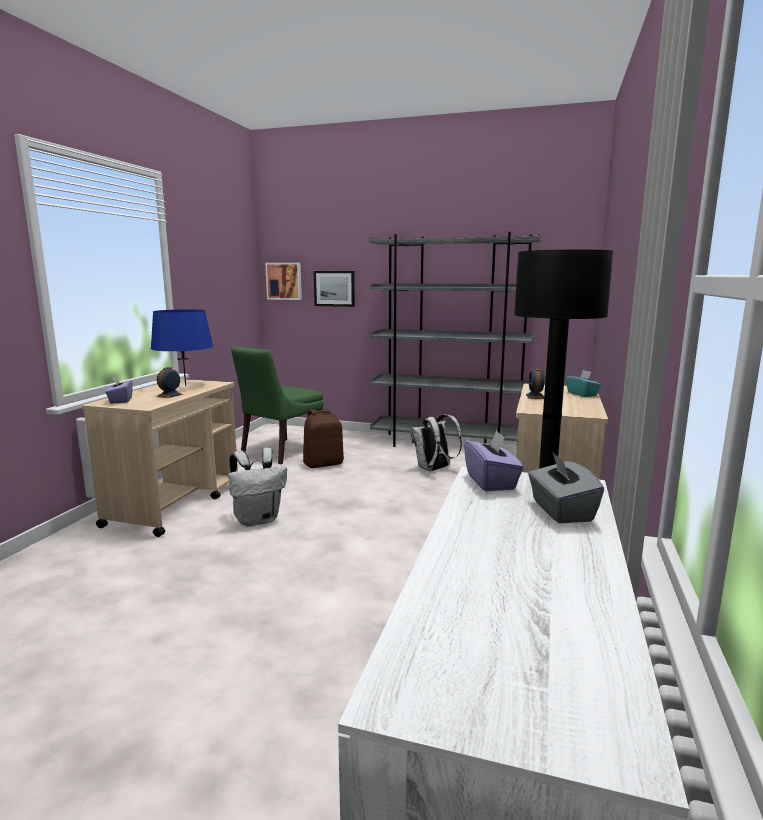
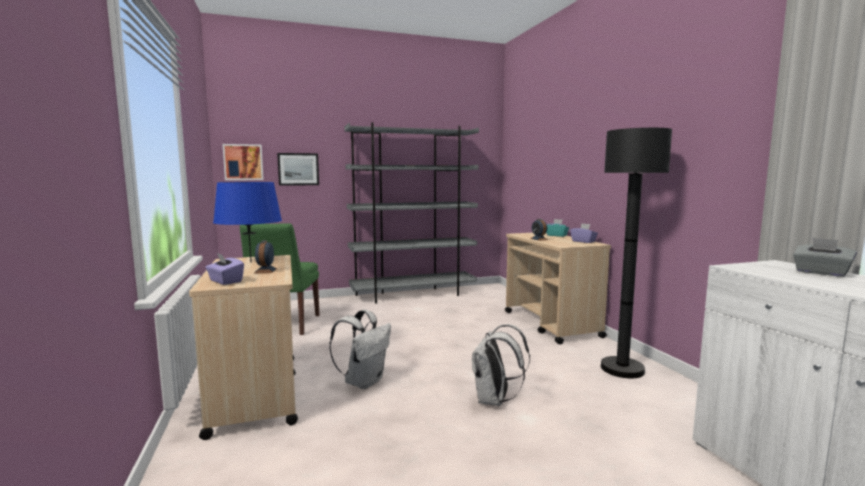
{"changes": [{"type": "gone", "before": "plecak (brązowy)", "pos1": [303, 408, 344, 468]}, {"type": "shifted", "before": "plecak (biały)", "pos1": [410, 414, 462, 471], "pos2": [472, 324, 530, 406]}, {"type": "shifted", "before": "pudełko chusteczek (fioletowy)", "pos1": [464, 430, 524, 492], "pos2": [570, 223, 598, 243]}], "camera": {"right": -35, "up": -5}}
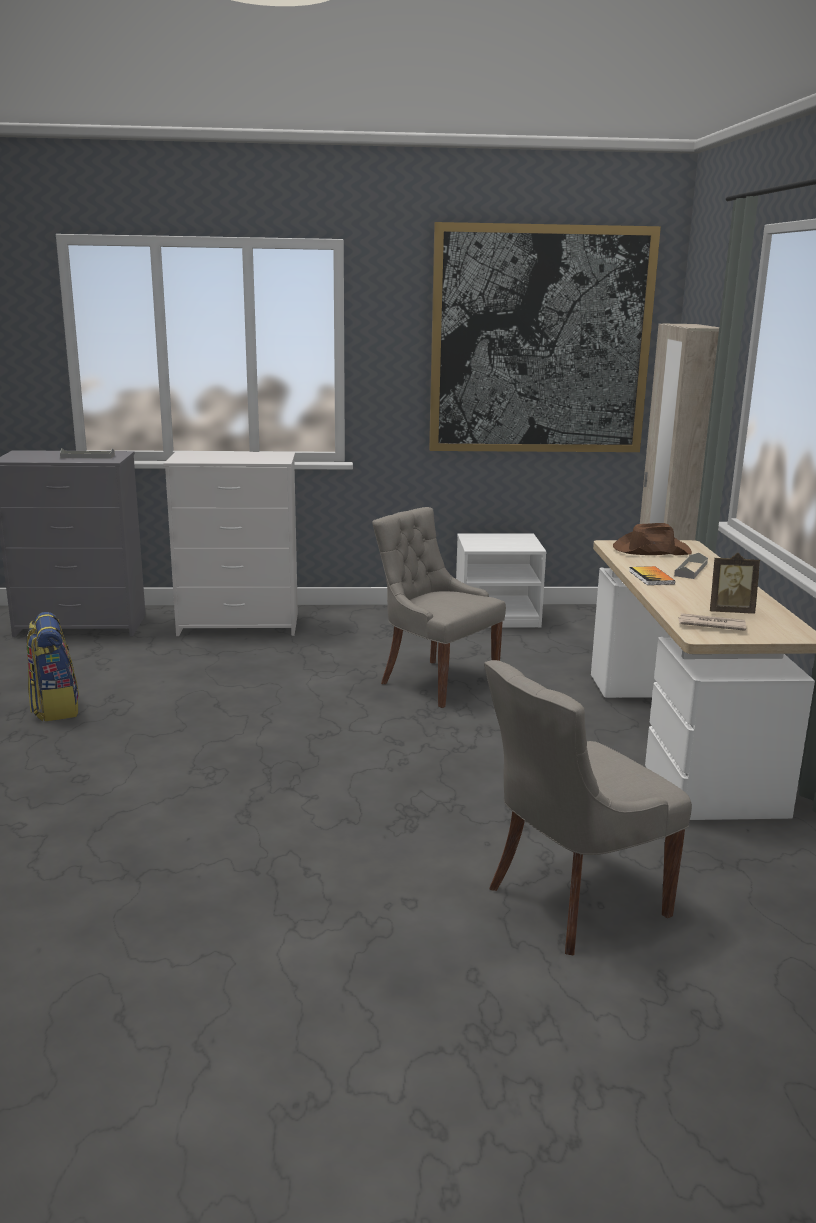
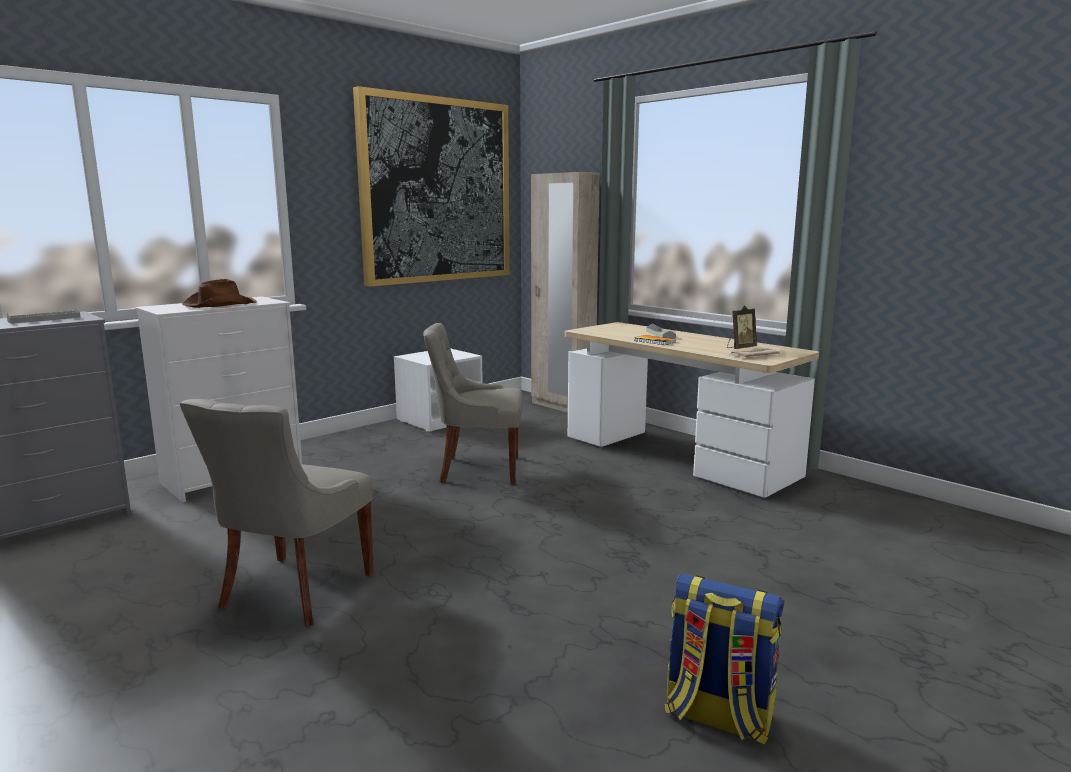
{"changes": [{"type": "shifted", "before": "kapelusz (brązowy)", "pos1": [613, 523, 692, 555], "pos2": [182, 279, 257, 308]}, {"type": "shifted", "before": "plecak", "pos1": [27, 612, 79, 721], "pos2": [665, 574, 784, 745]}, {"type": "shifted", "before": "krzesło (szary)", "pos1": [484, 660, 692, 955], "pos2": [180, 399, 374, 626]}], "camera": {"right": -40, "up": -5}}
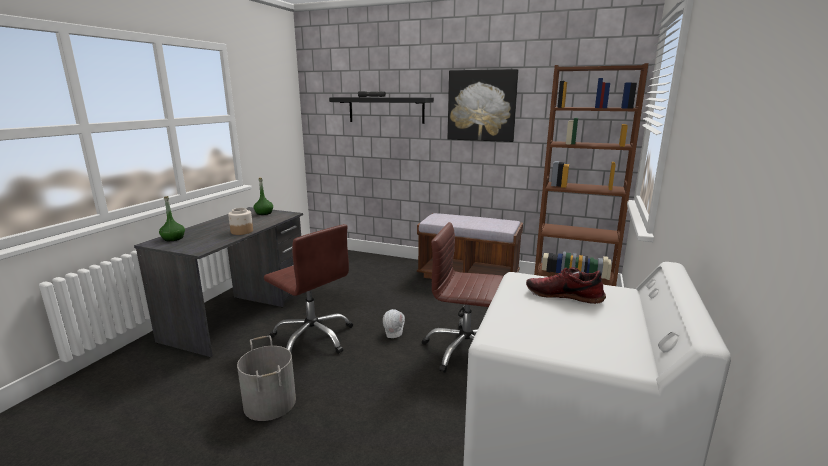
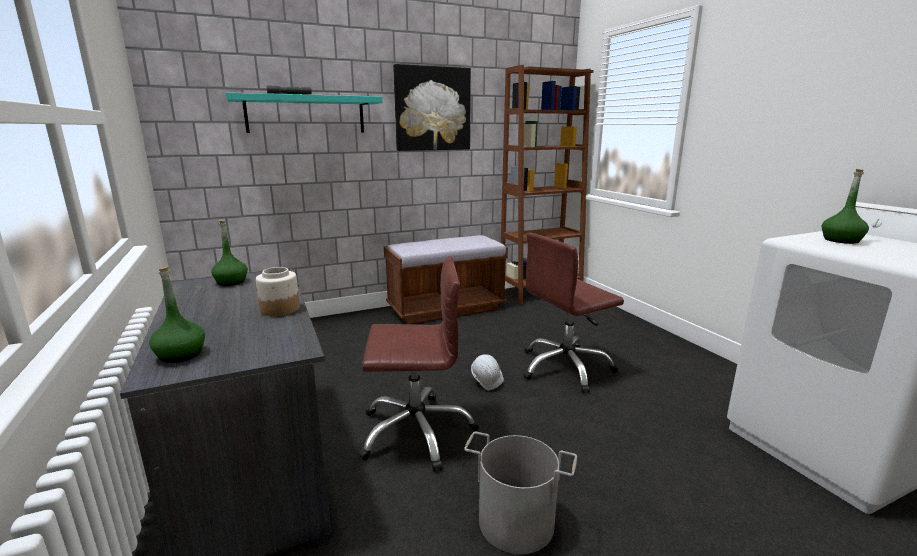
{"changes": [{"type": "repainted", "before": "półka (czarny)", "after": "półka (turkusowy)", "pos1": [329, 97, 434, 124], "pos2": [226, 92, 383, 133]}, {"type": "swapped", "before": "but", "after": "butelka (zielony)", "pos1": [526, 267, 606, 304], "pos2": [822, 169, 869, 244]}], "camera": {"right": -45, "up": 0}}
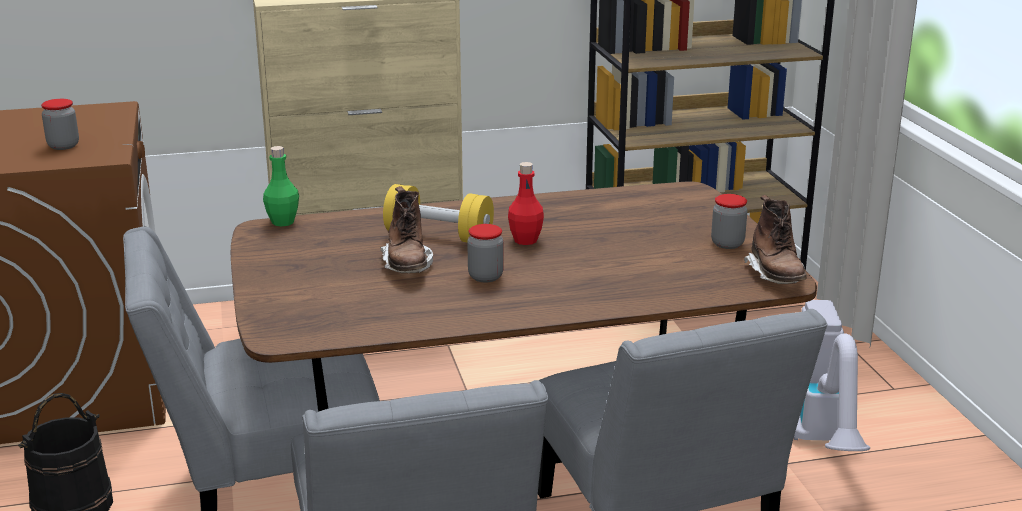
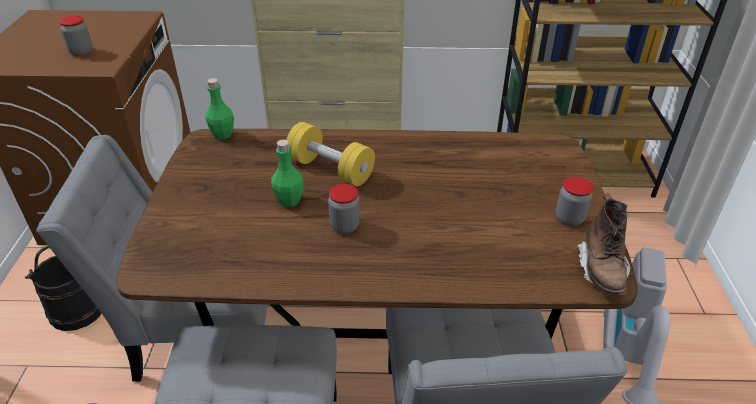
{"changes": [{"type": "gone", "before": "butelka (czerwony)", "pos1": [508, 162, 544, 245]}, {"type": "swapped", "before": "but z cholewką (brązowy)", "after": "butelka (zielony)", "pos1": [380, 186, 433, 273], "pos2": [271, 140, 304, 207]}], "camera": {"right": 15, "up": 15}}
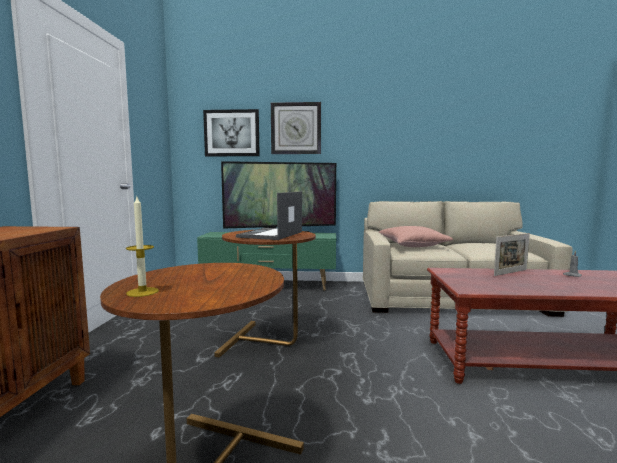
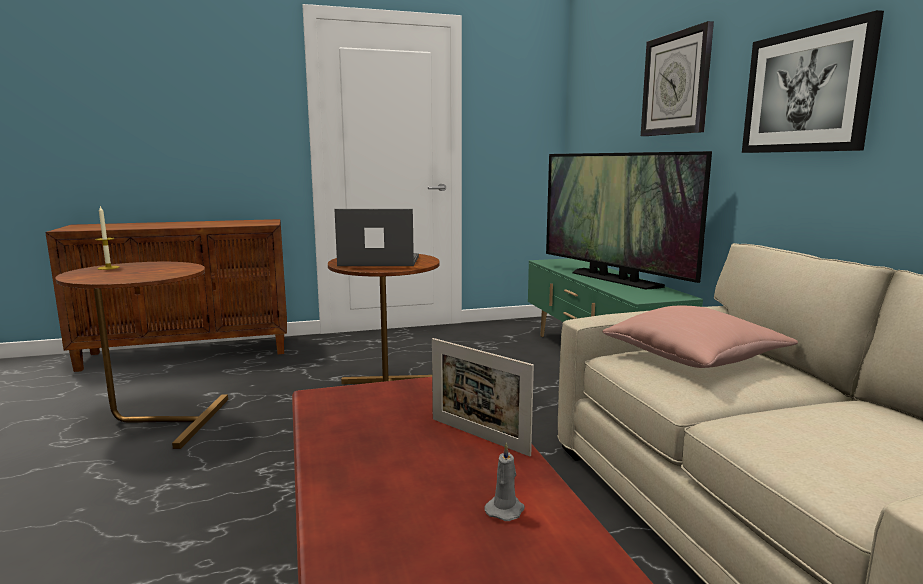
{"changes": [{"type": "shifted", "before": "obraz", "pos1": [203, 109, 260, 156], "pos2": [742, 10, 884, 153]}], "camera": {"right": 70, "up": 5}}
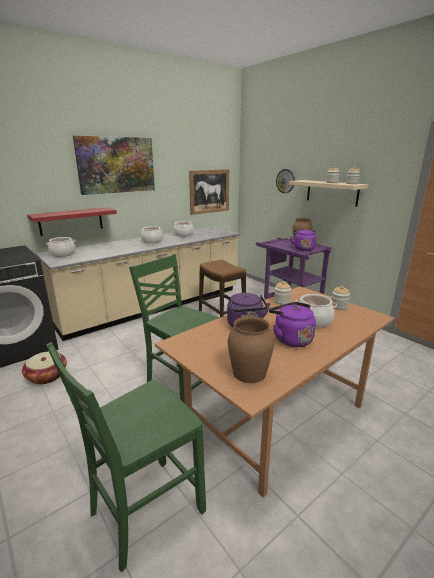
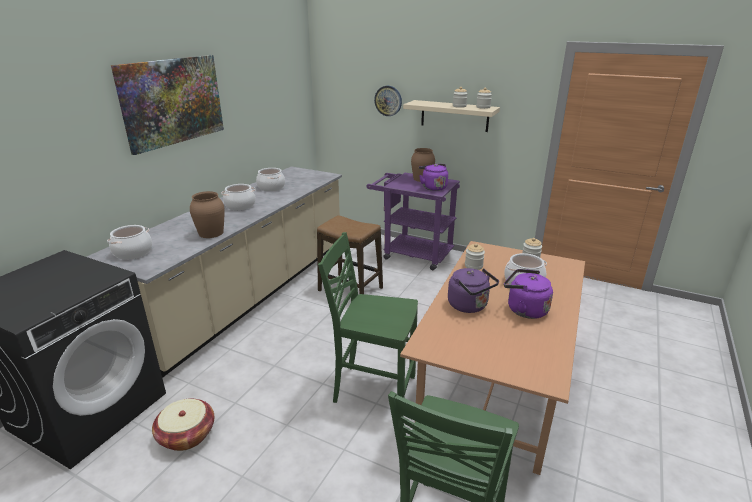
{"changes": [{"type": "gone", "before": "obraz", "pos1": [189, 169, 229, 215]}, {"type": "gone", "before": "półka (czerwony)", "pos1": [27, 207, 117, 236]}, {"type": "shifted", "before": "wazon (brązowy)", "pos1": [228, 316, 274, 383], "pos2": [190, 191, 224, 238]}], "camera": {"right": -25, "up": 5}}
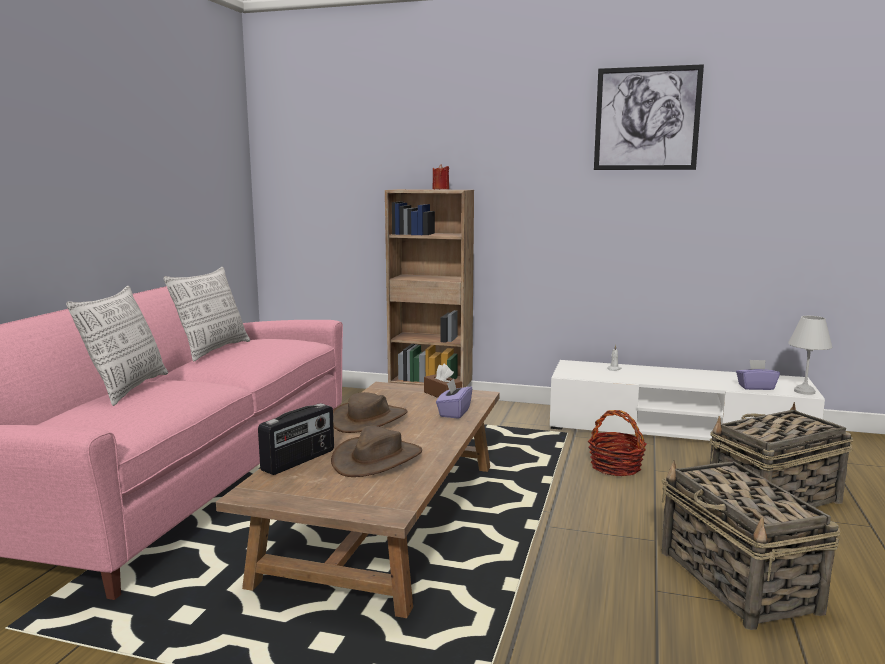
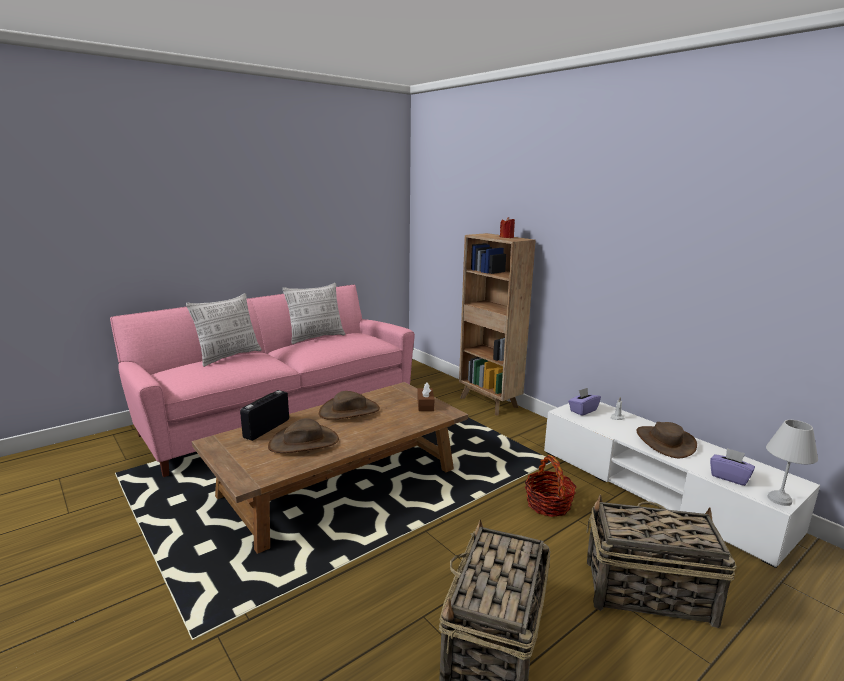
{"changes": [{"type": "gone", "before": "obraz", "pos1": [594, 64, 704, 170]}, {"type": "shifted", "before": "pudełko chusteczek (fioletowy)", "pos1": [436, 378, 472, 419], "pos2": [568, 388, 601, 416]}, {"type": "rotated", "before": "radio", "pos1": [258, 403, 334, 475], "pos2": [240, 390, 289, 441], "turn": 135}, {"type": "new", "after": "kapelusz (brązowy)", "pos2": [636, 422, 697, 458]}], "camera": {"right": 35, "up": 5}}
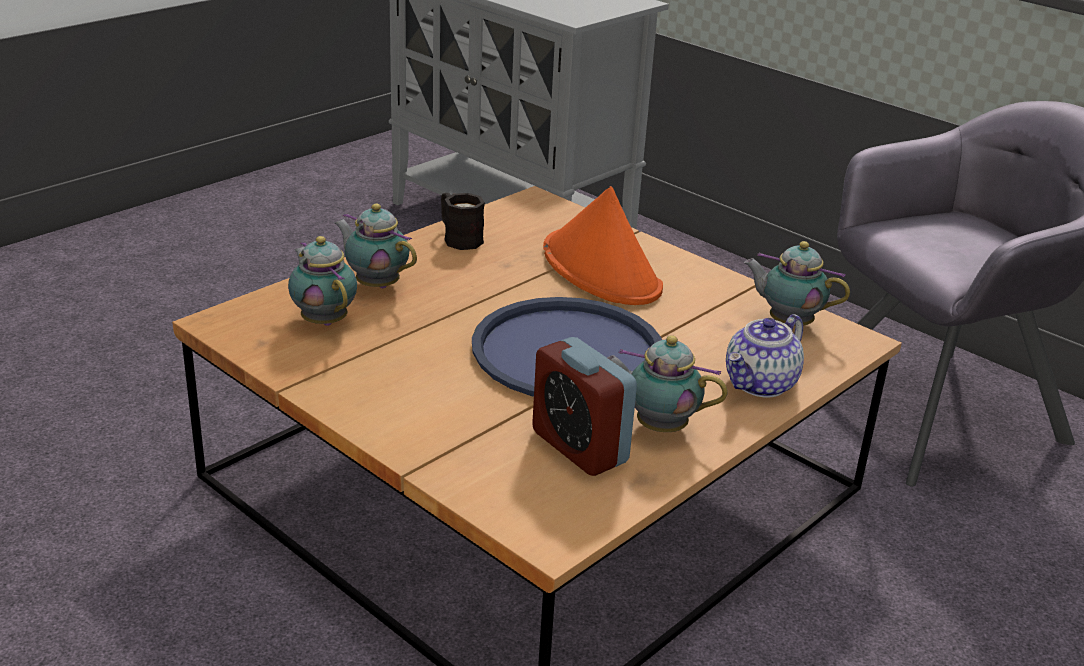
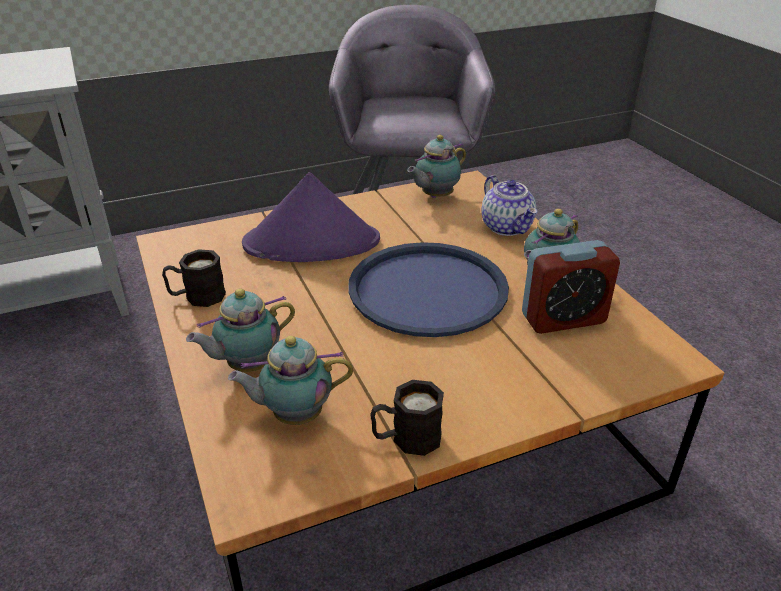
{"changes": [{"type": "repainted", "before": "kapelusz (pomarańczowy)", "after": "kapelusz (fioletowy)", "pos1": [543, 186, 663, 305], "pos2": [242, 172, 380, 262]}, {"type": "new", "after": "kubek (czarny)", "pos2": [371, 380, 444, 456]}], "camera": {"right": -65, "up": 5}}
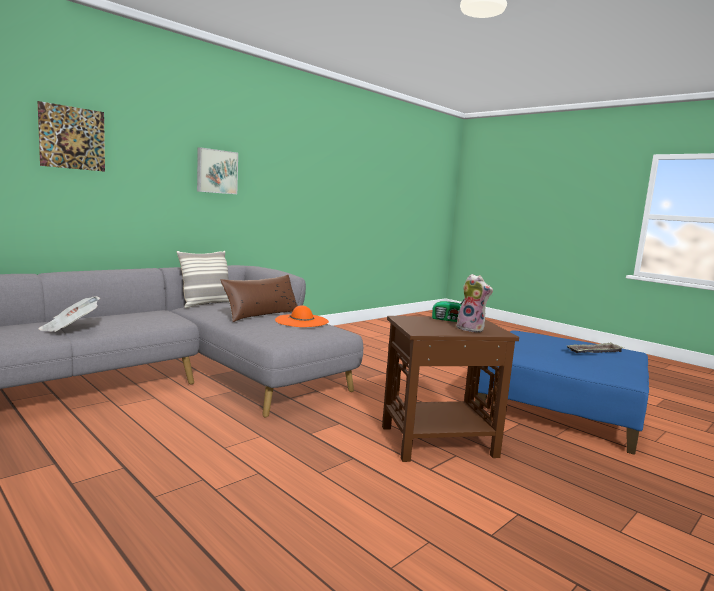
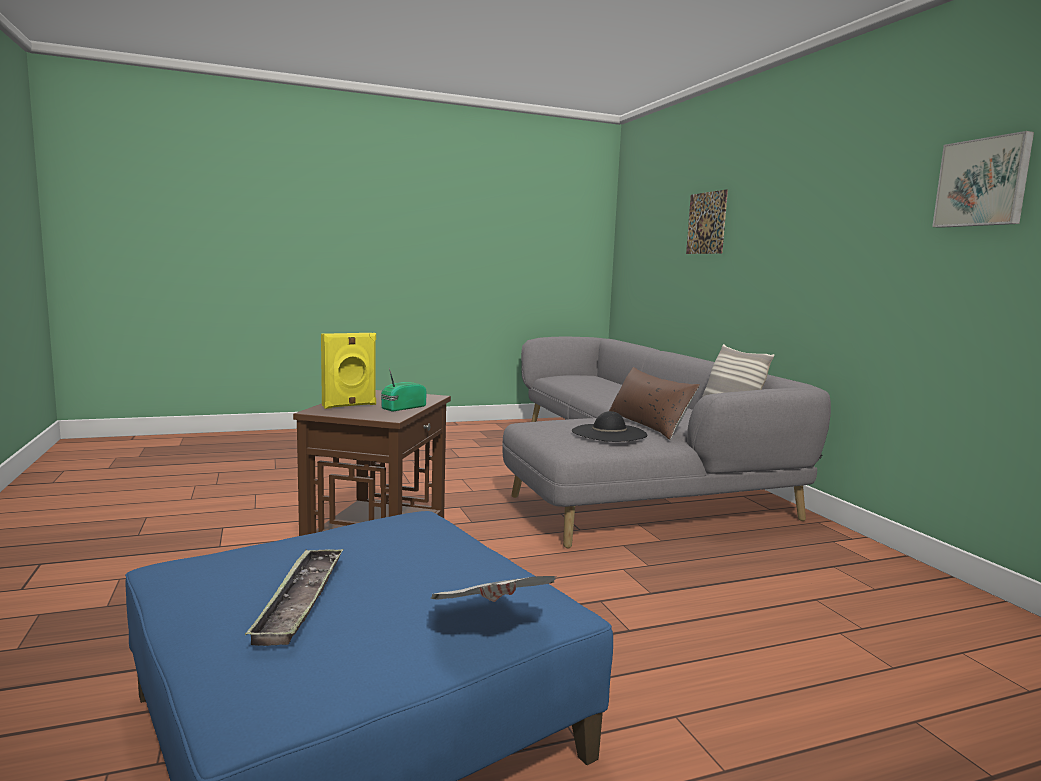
{"changes": [{"type": "shifted", "before": "obraz", "pos1": [197, 147, 238, 194], "pos2": [932, 131, 1034, 228]}, {"type": "swapped", "before": "pluszak", "after": "głośnik (żółty)", "pos1": [456, 274, 493, 332], "pos2": [321, 333, 376, 409]}, {"type": "shifted", "before": "gazeta", "pos1": [38, 296, 100, 332], "pos2": [431, 576, 556, 602]}, {"type": "repainted", "before": "kapelusz (pomarańczowy)", "after": "kapelusz (czarny)", "pos1": [275, 305, 329, 327], "pos2": [572, 411, 648, 442]}], "camera": {"right": 115, "up": 0}}
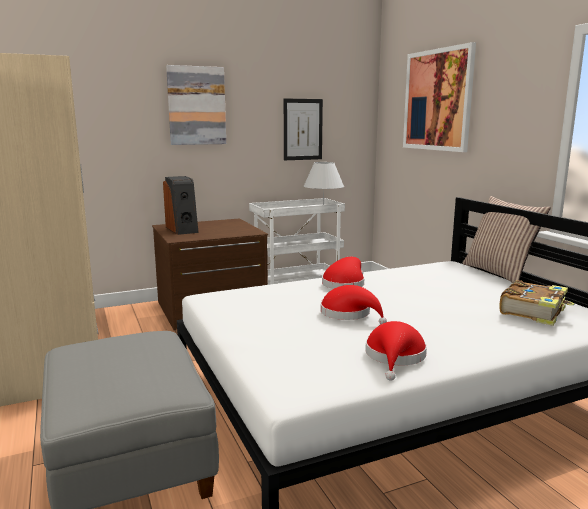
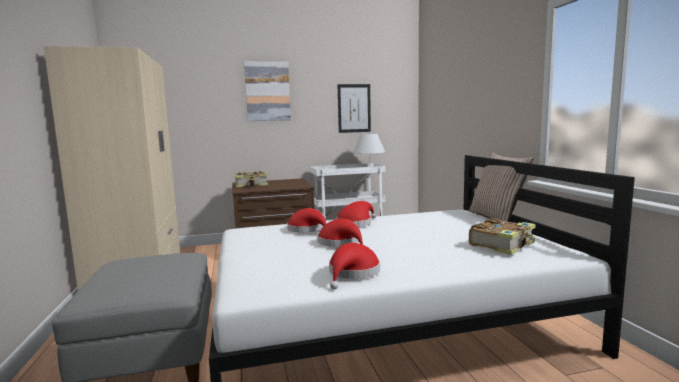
{"changes": [{"type": "gone", "before": "obraz", "pos1": [403, 42, 476, 152]}, {"type": "swapped", "before": "głośnik", "after": "książka", "pos1": [163, 176, 199, 235], "pos2": [235, 171, 268, 187]}, {"type": "new", "after": "kapelusz (czerwony)", "pos2": [287, 208, 326, 233]}], "camera": {"right": 10, "up": -5}}
